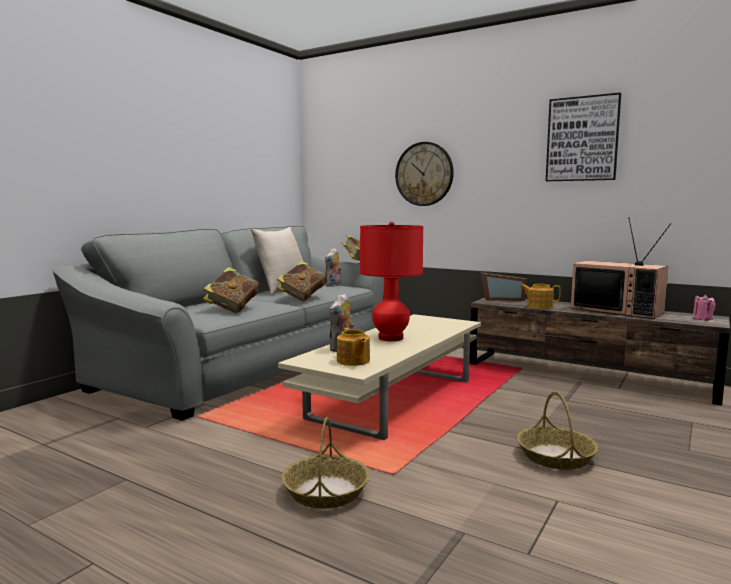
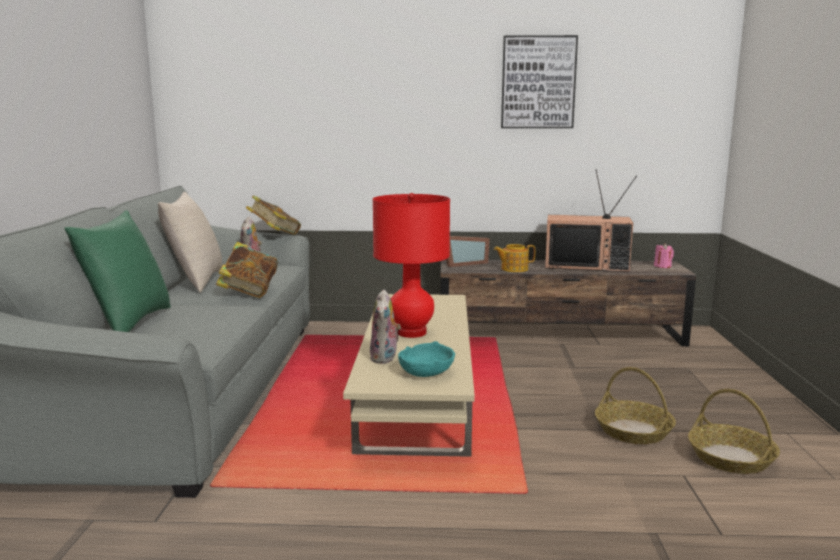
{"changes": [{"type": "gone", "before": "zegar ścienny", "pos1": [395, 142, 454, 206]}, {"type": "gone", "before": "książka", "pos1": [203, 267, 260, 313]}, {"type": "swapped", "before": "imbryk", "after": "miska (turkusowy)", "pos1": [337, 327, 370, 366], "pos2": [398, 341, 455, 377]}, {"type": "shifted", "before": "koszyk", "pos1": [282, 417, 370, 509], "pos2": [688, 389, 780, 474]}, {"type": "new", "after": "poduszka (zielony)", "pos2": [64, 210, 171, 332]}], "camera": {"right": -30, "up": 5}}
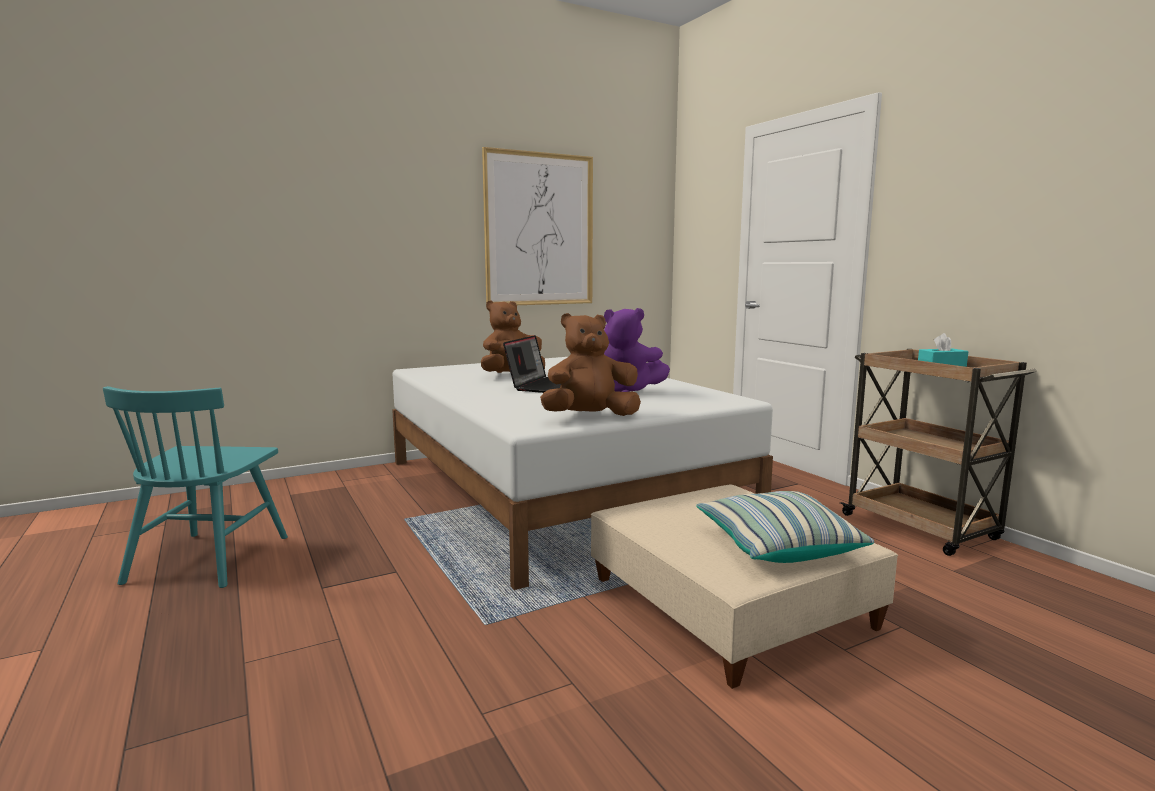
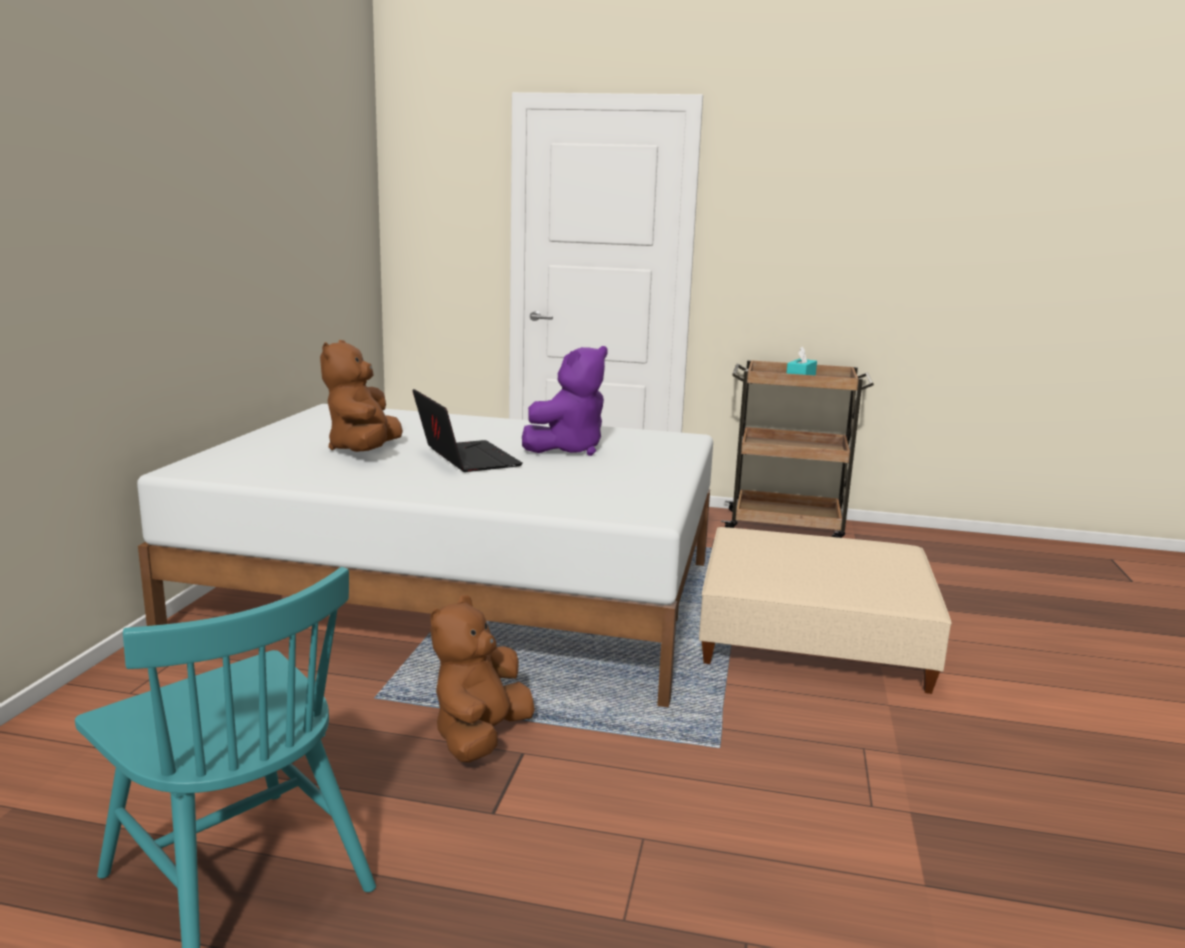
{"changes": [{"type": "gone", "before": "obraz", "pos1": [482, 147, 593, 305]}, {"type": "shifted", "before": "pluszak (brązowy)", "pos1": [540, 313, 641, 416], "pos2": [430, 595, 535, 763]}, {"type": "gone", "before": "poduszka", "pos1": [696, 491, 874, 563]}], "camera": {"right": -50, "up": 5}}
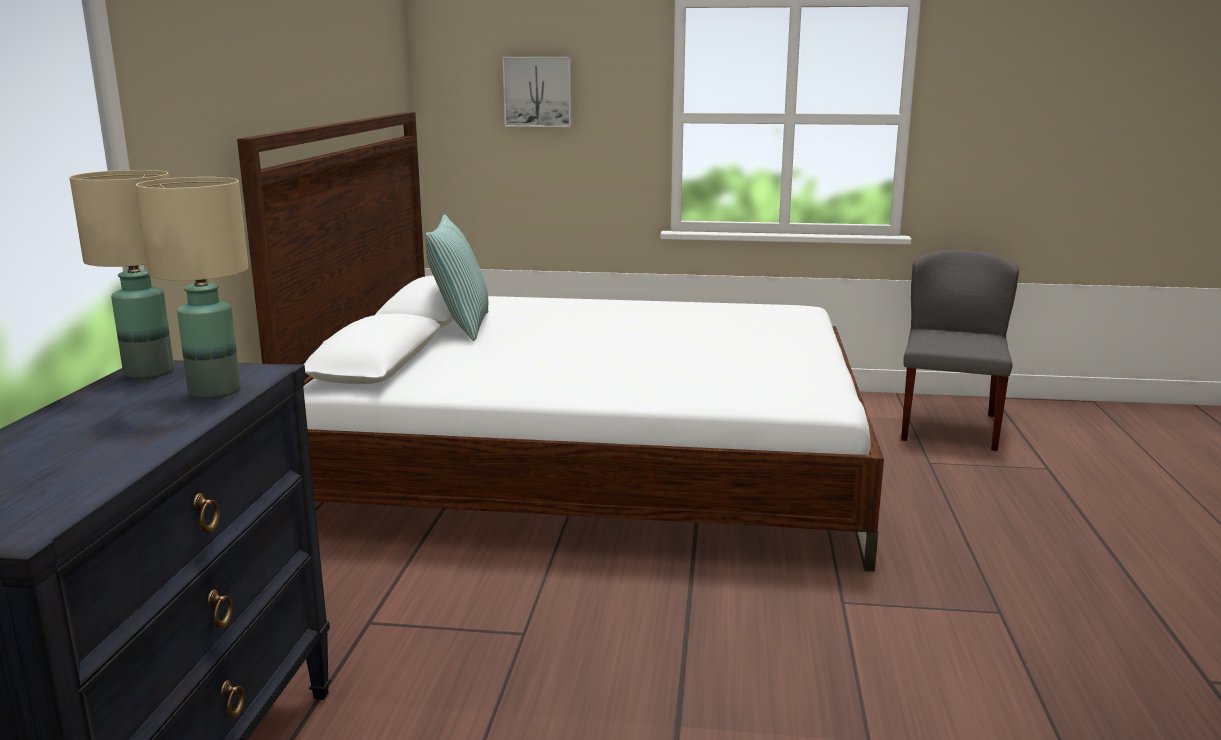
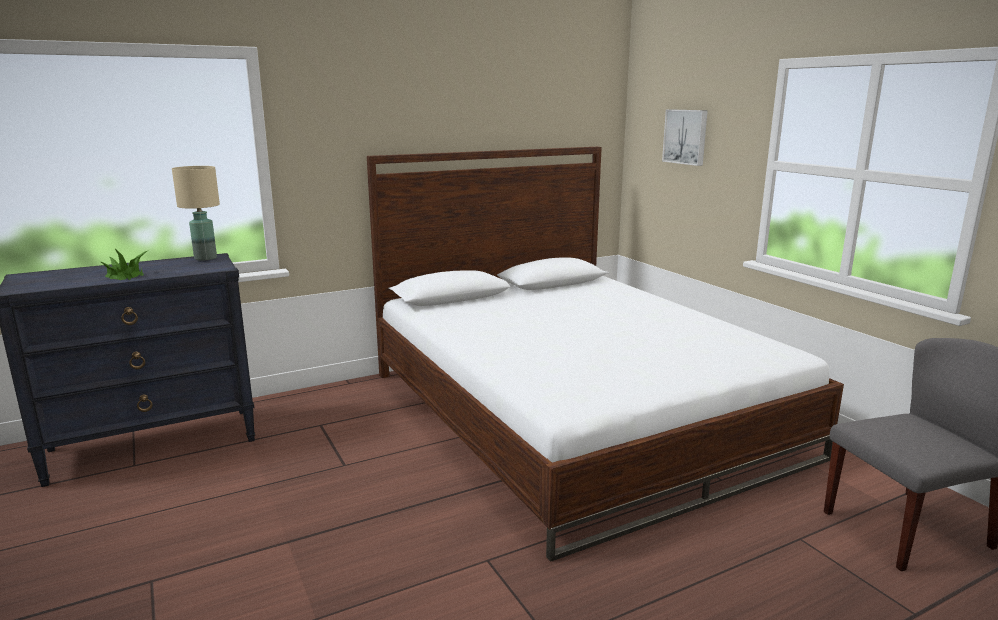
{"changes": [{"type": "gone", "before": "lampa stołowa (beżowy)", "pos1": [136, 177, 248, 399]}, {"type": "gone", "before": "poduszka", "pos1": [425, 214, 488, 341]}, {"type": "new", "after": "roślina doniczkowa", "pos2": [101, 249, 149, 280]}], "camera": {"right": 55, "up": 0}}
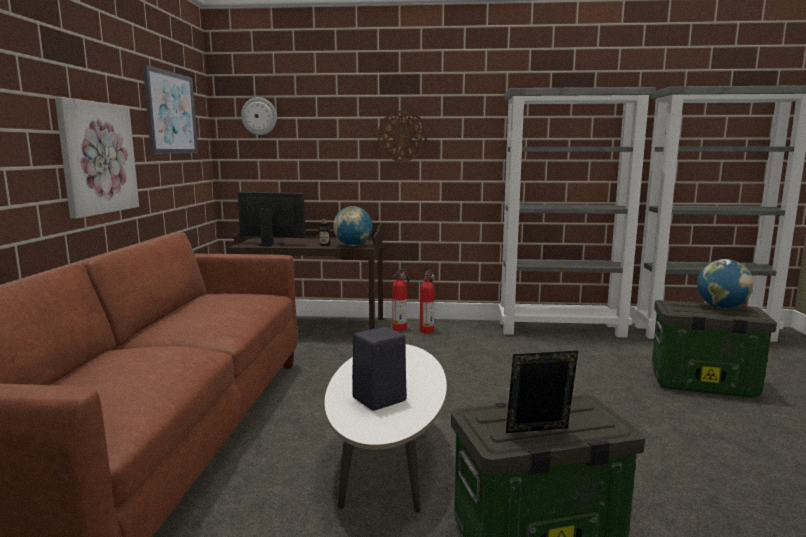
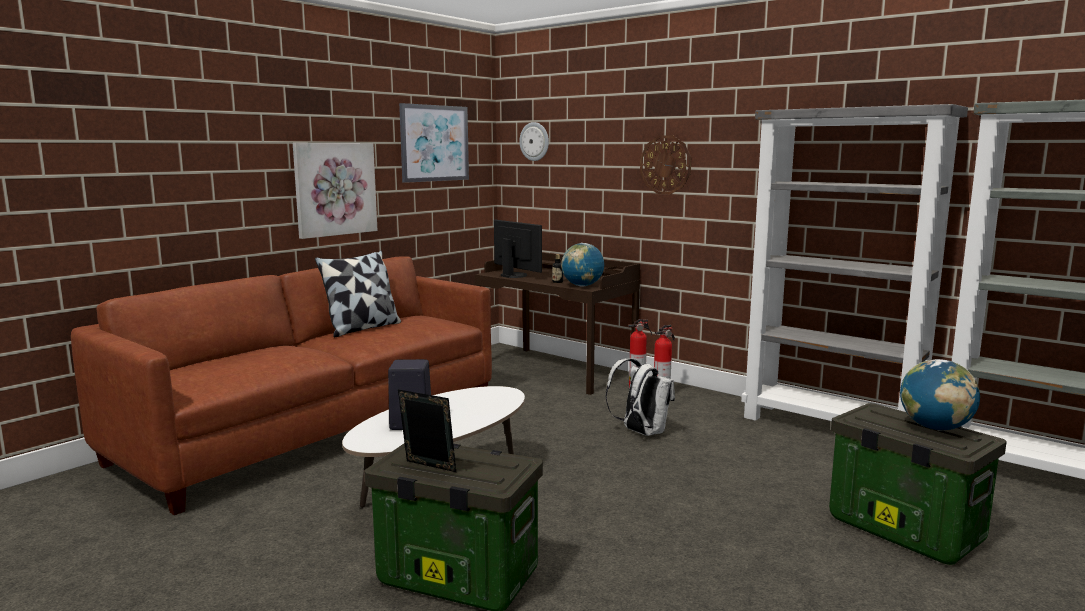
{"changes": [{"type": "new", "after": "poduszka", "pos2": [315, 251, 401, 337]}, {"type": "new", "after": "plecak (biały)", "pos2": [606, 358, 675, 436]}], "camera": {"right": 35, "up": 0}}
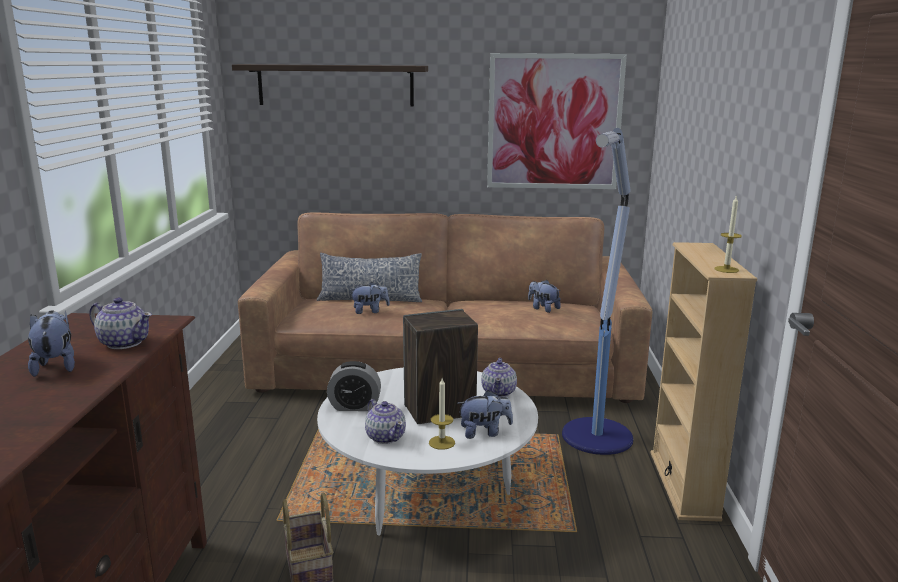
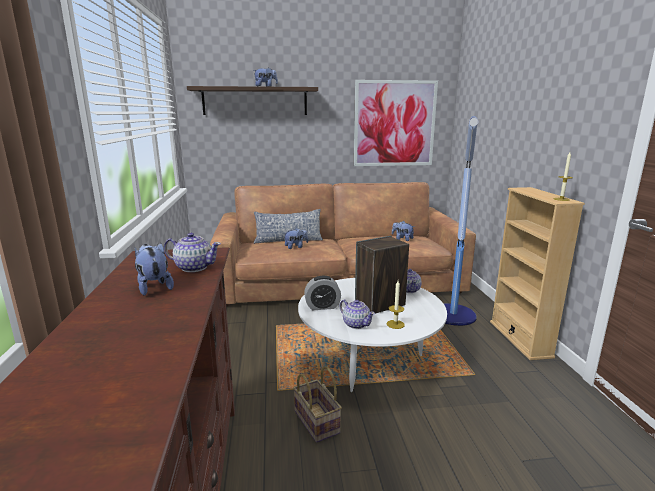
{"changes": [{"type": "shifted", "before": "pluszak", "pos1": [457, 390, 513, 439], "pos2": [253, 67, 278, 87]}], "camera": {"right": -10, "up": 0}}
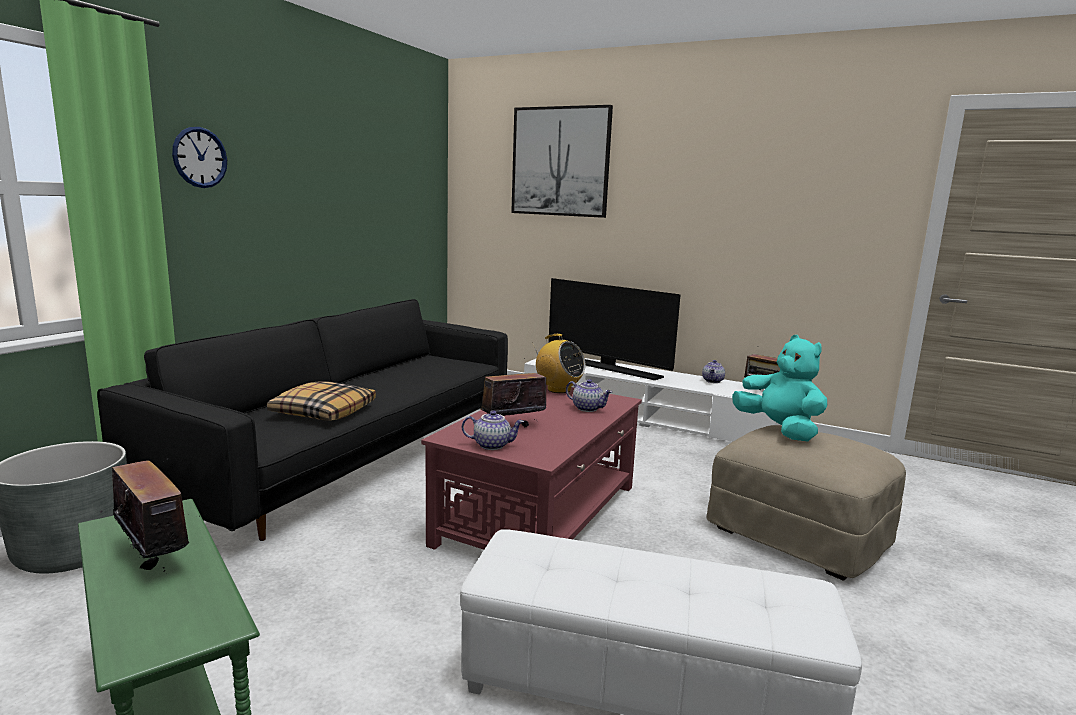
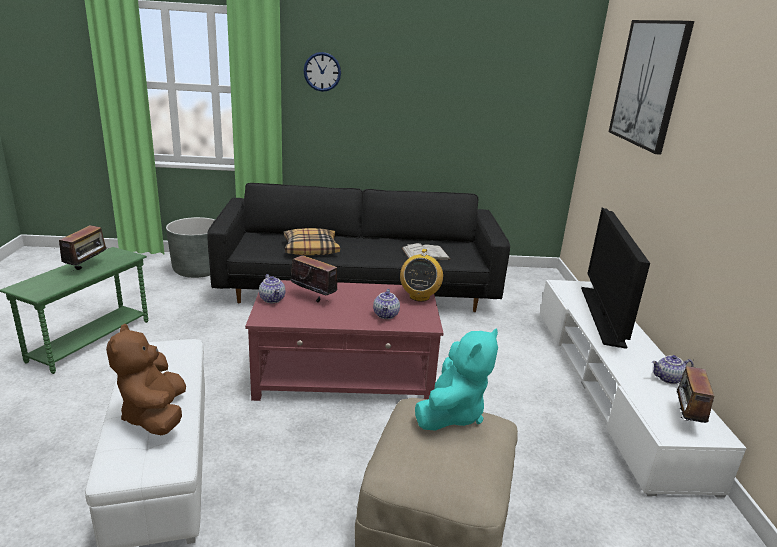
{"changes": [{"type": "new", "after": "książka (biały)", "pos2": [402, 243, 450, 260]}, {"type": "new", "after": "pluszak (brązowy)", "pos2": [106, 324, 186, 435]}], "camera": {"right": 60, "up": 10}}
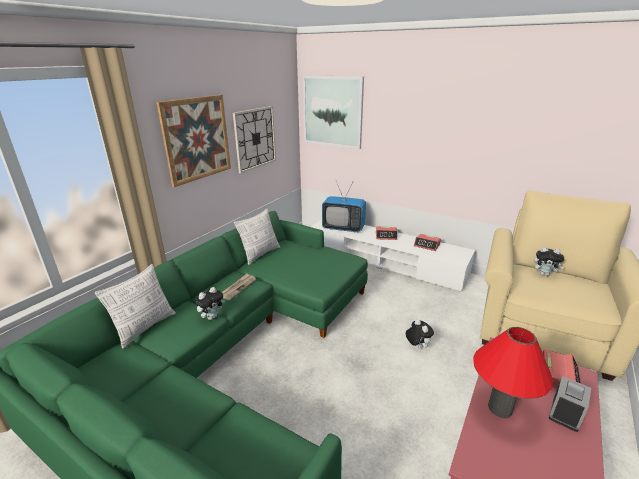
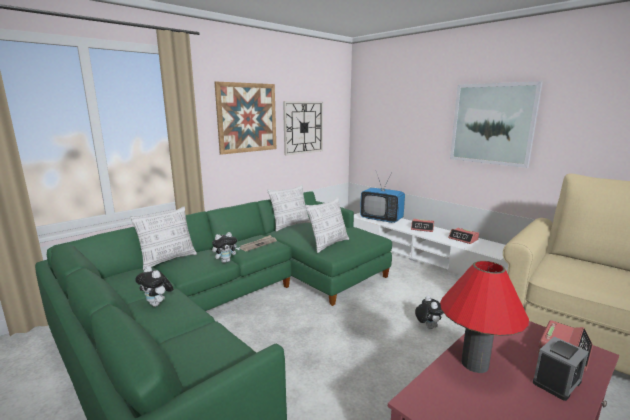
{"changes": [{"type": "shifted", "before": "obraz", "pos1": [302, 75, 364, 149], "pos2": [450, 81, 543, 168]}, {"type": "shifted", "before": "pluszak", "pos1": [534, 247, 565, 276], "pos2": [135, 266, 173, 307]}, {"type": "new", "after": "poduszka", "pos2": [306, 197, 349, 253]}], "camera": {"right": 15, "up": -10}}
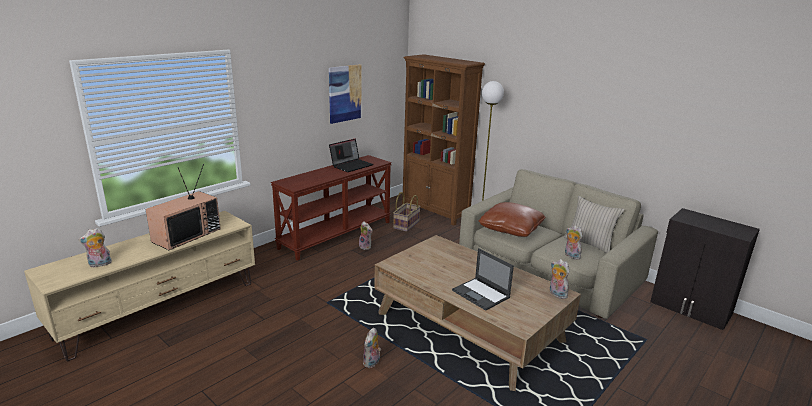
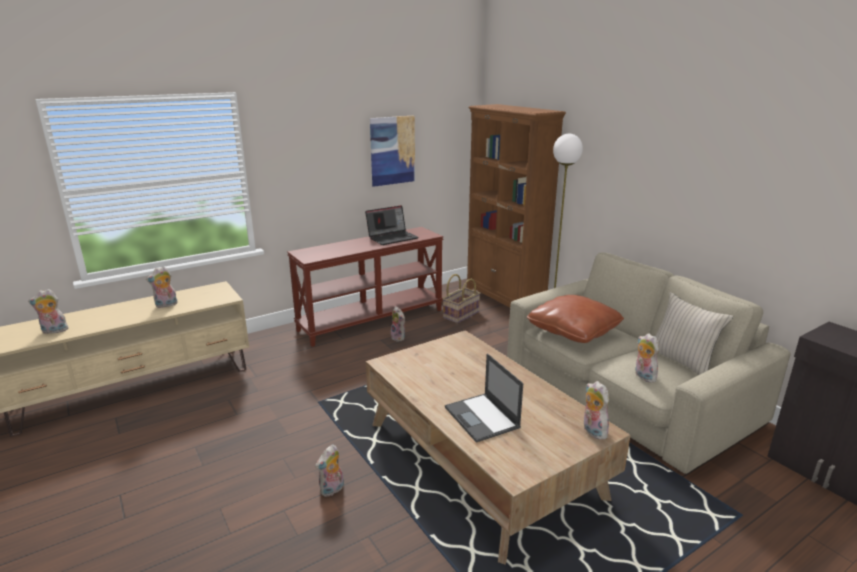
{"changes": [{"type": "swapped", "before": "telewizor", "after": "pluszak", "pos1": [146, 164, 221, 250], "pos2": [146, 266, 178, 308]}], "camera": {"right": 15, "up": 0}}
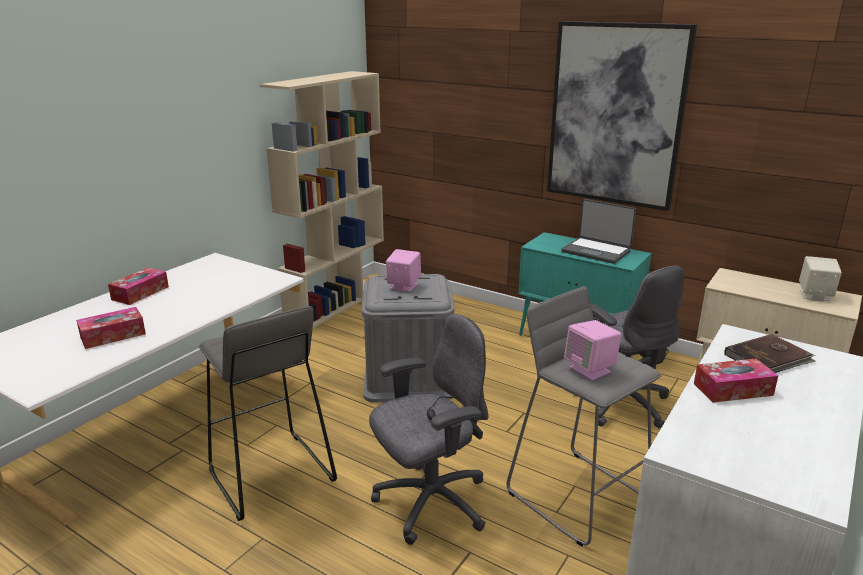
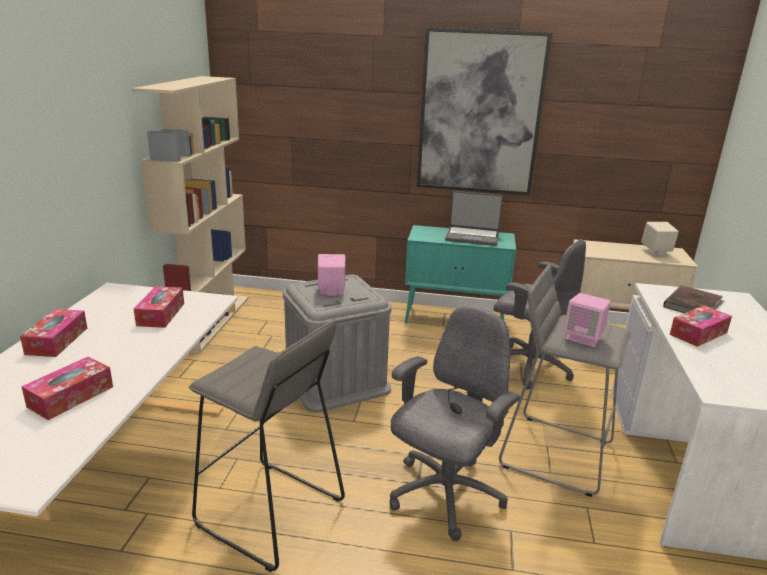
{"changes": [{"type": "new", "after": "pudełko chusteczek", "pos2": [134, 286, 184, 328]}], "camera": {"right": -25, "up": 0}}
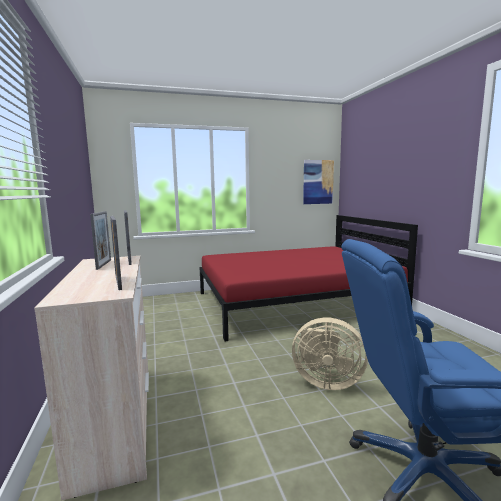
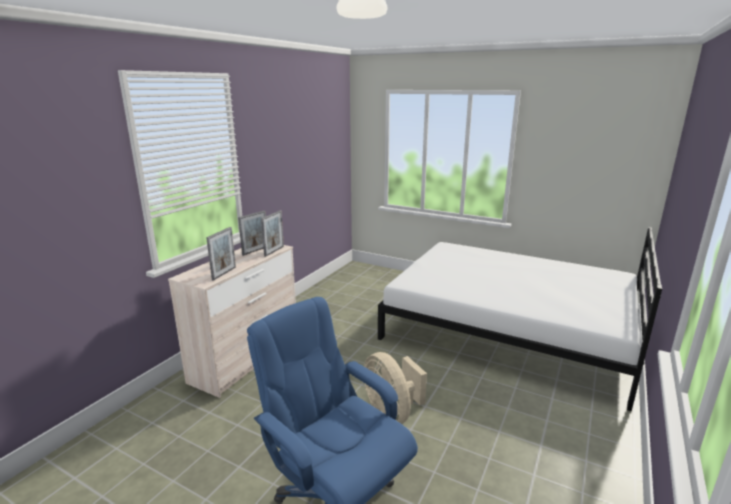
{"changes": [{"type": "gone", "before": "obraz", "pos1": [303, 160, 334, 204]}, {"type": "repainted", "before": "łóżko (czerwony)", "after": "łóżko (biały)", "pos1": [200, 215, 418, 342], "pos2": [378, 227, 662, 411]}], "camera": {"right": 45, "up": 10}}
